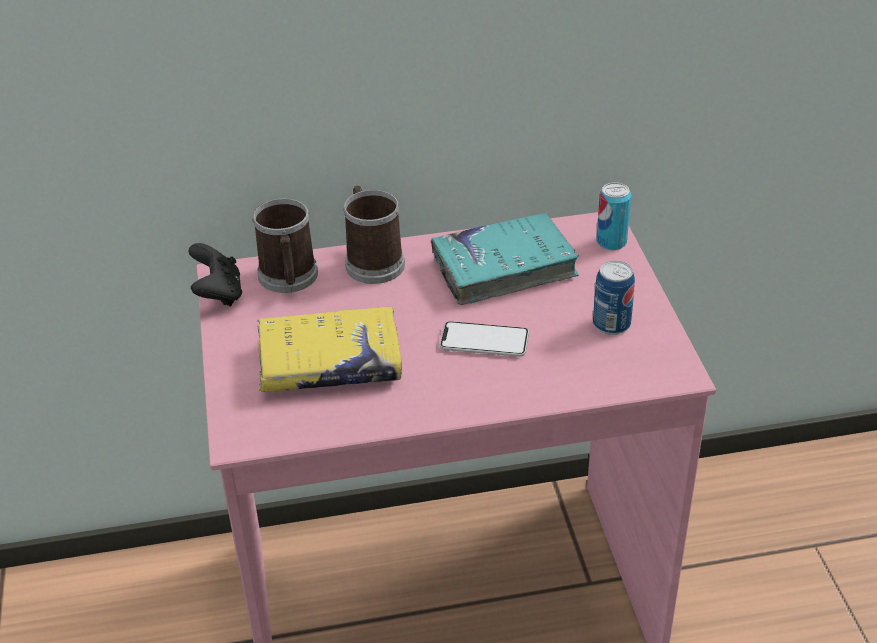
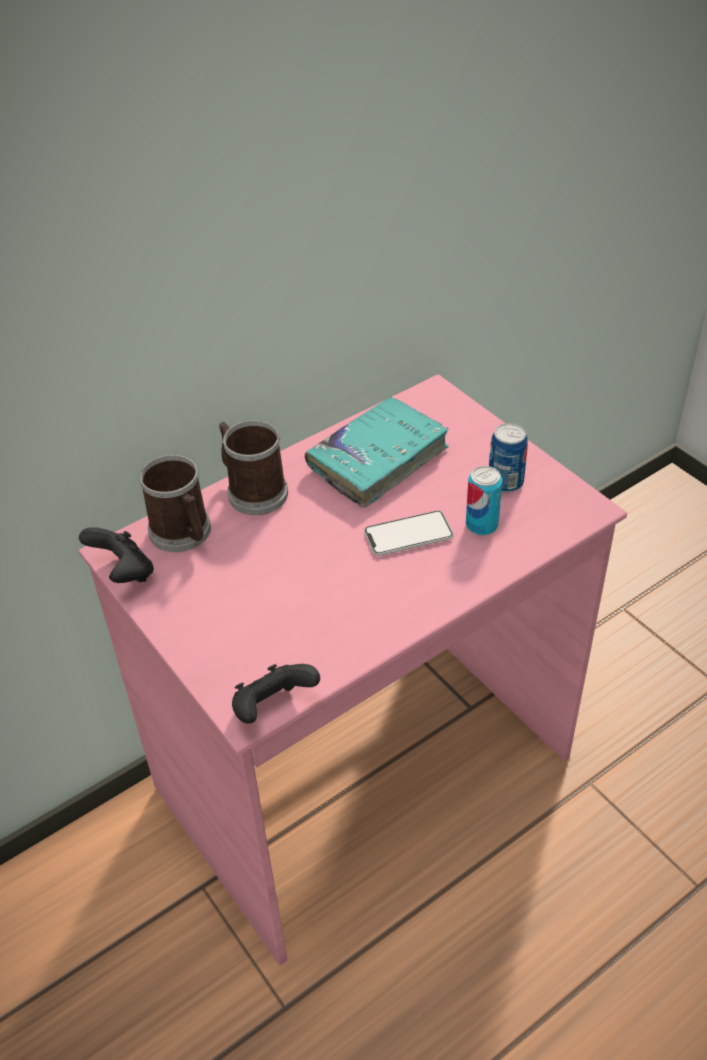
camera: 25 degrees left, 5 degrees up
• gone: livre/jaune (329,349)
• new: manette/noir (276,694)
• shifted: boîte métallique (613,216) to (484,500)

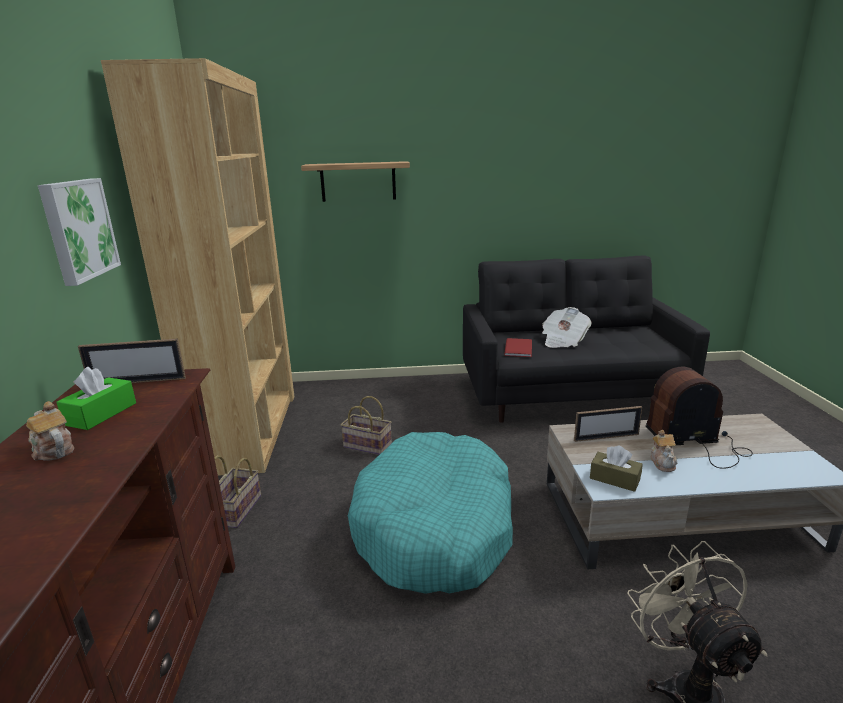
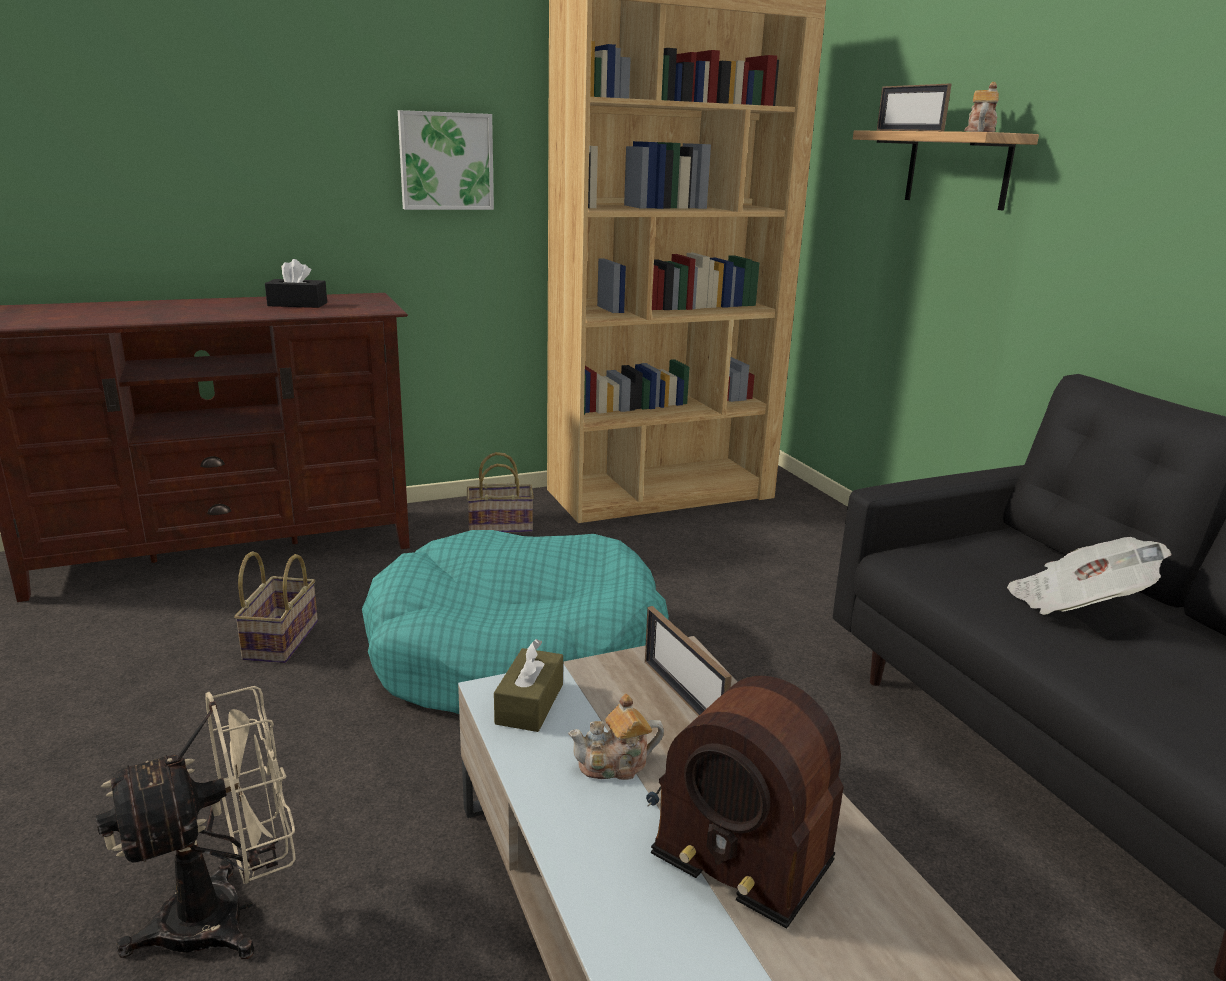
camera: 70 degrees right, 0 degrees up
• gone: livre/rouge (518,347)
• shifted: théière (50,431) to (981,107)
• shifted: cadre photo (132,361) to (914,107)
• shifted: panier (366,425) to (276,607)
• repainted: boîte à mouchoirs/vert (96,398) to boîte à mouchoirs/noir (296,283)
• rotated: radio (699,418) = (745,802) 150 degrees clockwise

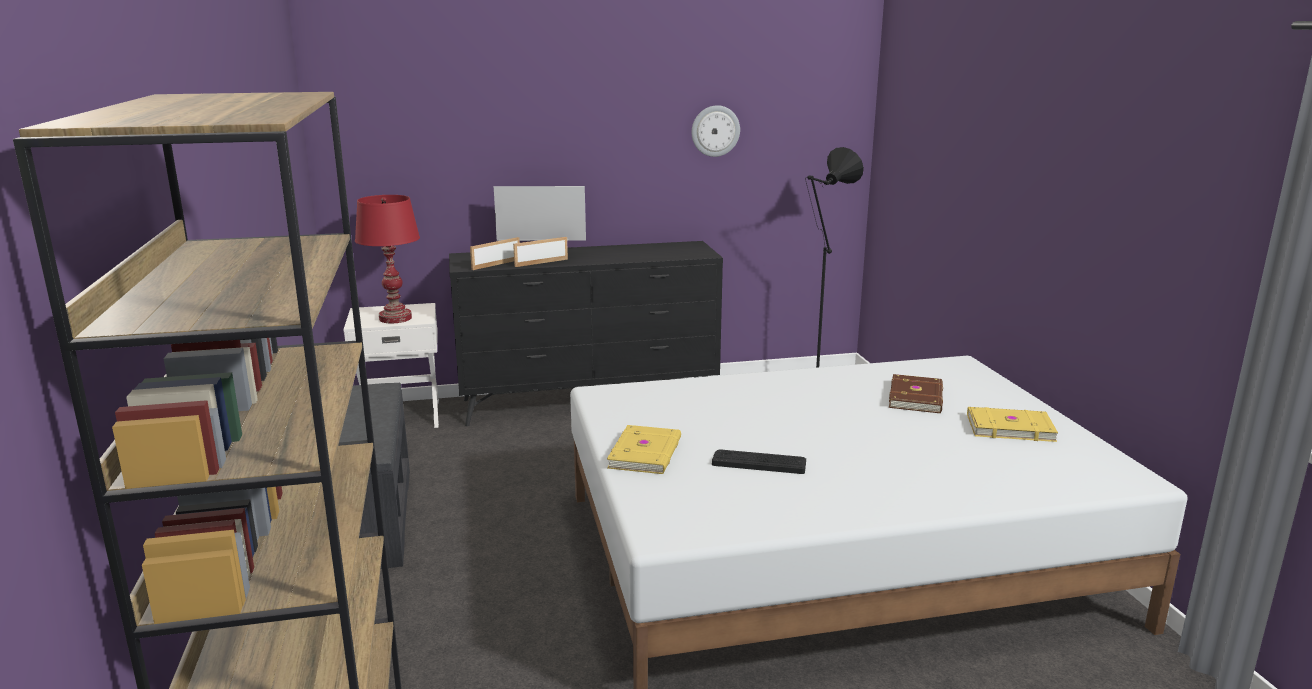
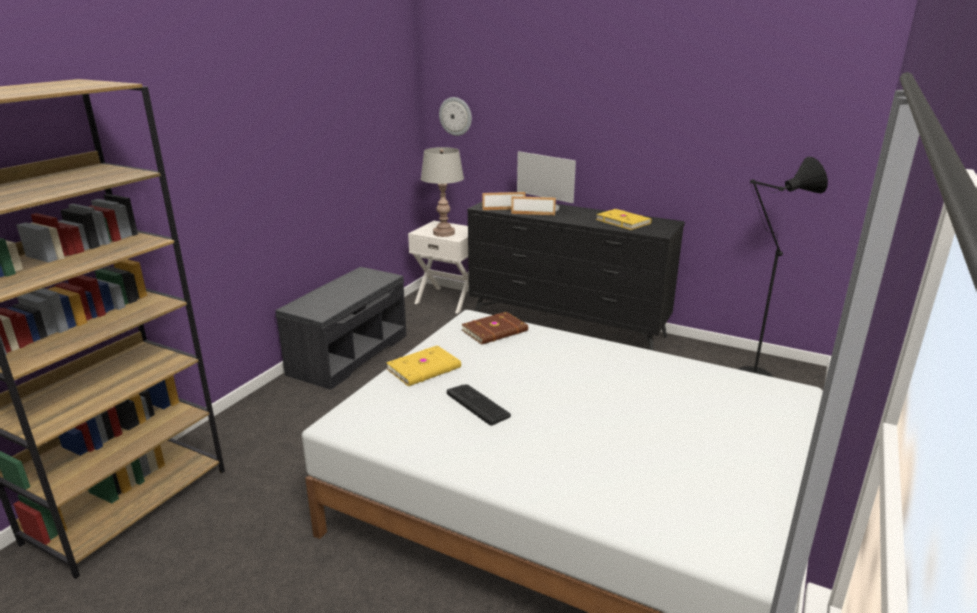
camera: 40 degrees right, 5 degrees up
• shifted: horloge murale (716,131) to (455,116)
• shifted: livre/marron (916,393) to (495,328)
• shifted: livre/jaune (1012,424) to (624,219)
• repainted: lampe de table/rouge (387,259) to lampe de table/gris (442,192)

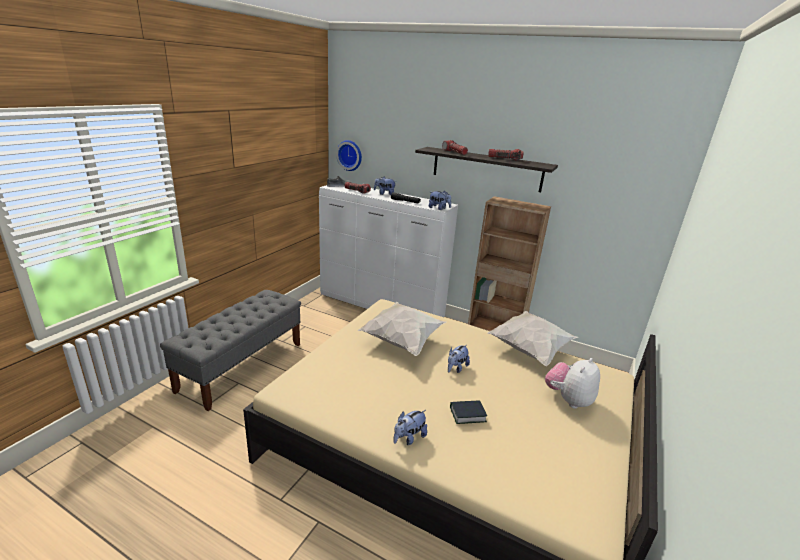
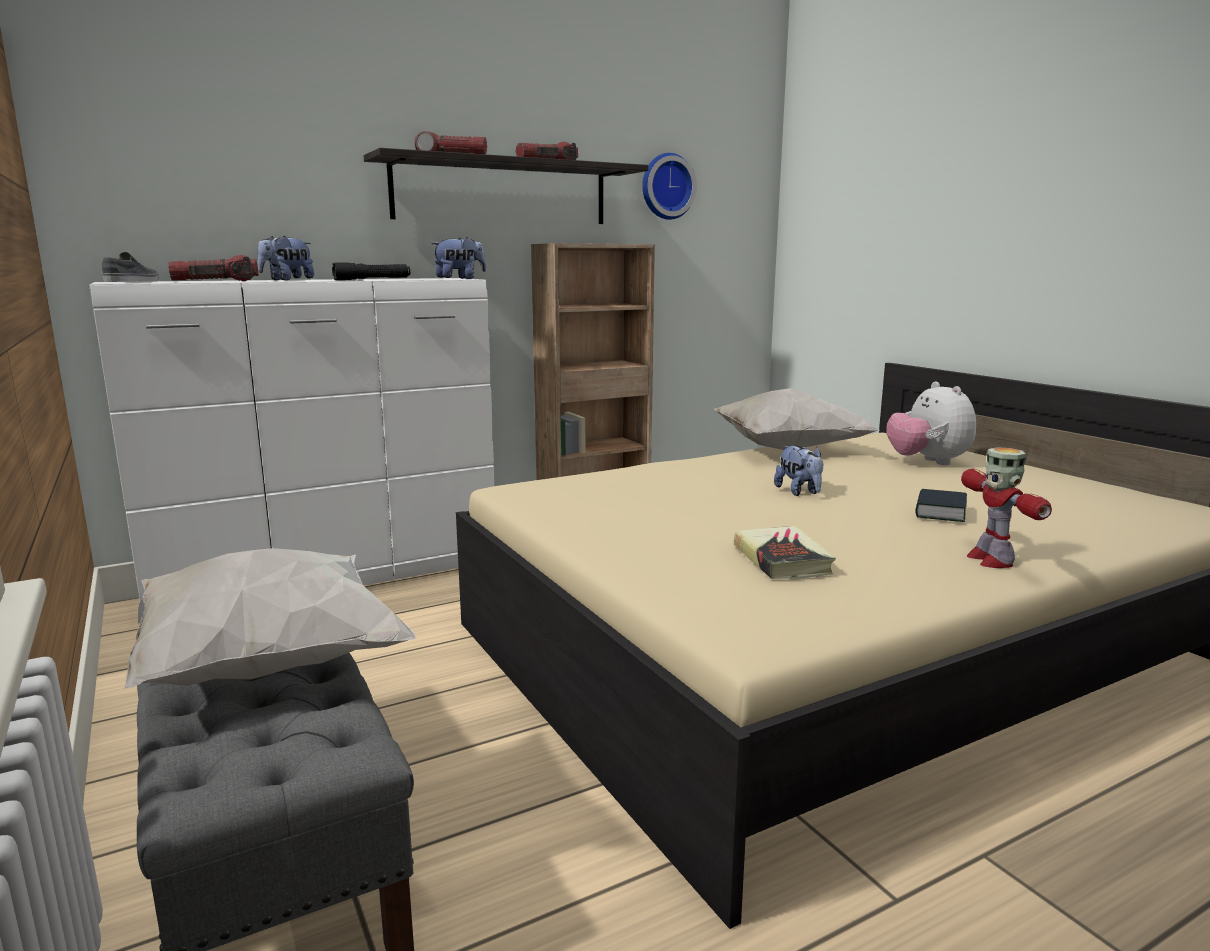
camera: 55 degrees left, 10 degrees down
• new: livre (785,552)
• shifted: horloge murale (349,155) to (669,186)
• shifted: coussin/blanc (401,329) to (270,618)
• swapped: peluche (410,427) to robot jouet (1006,507)

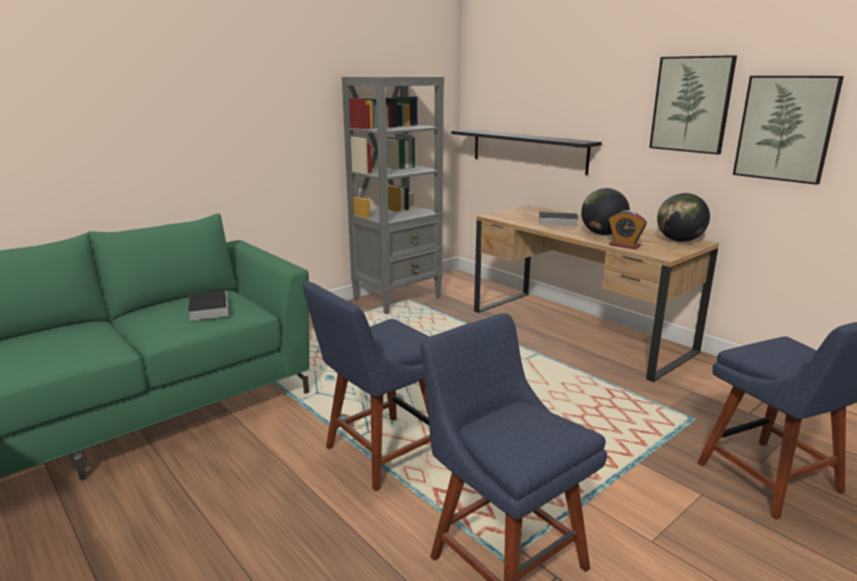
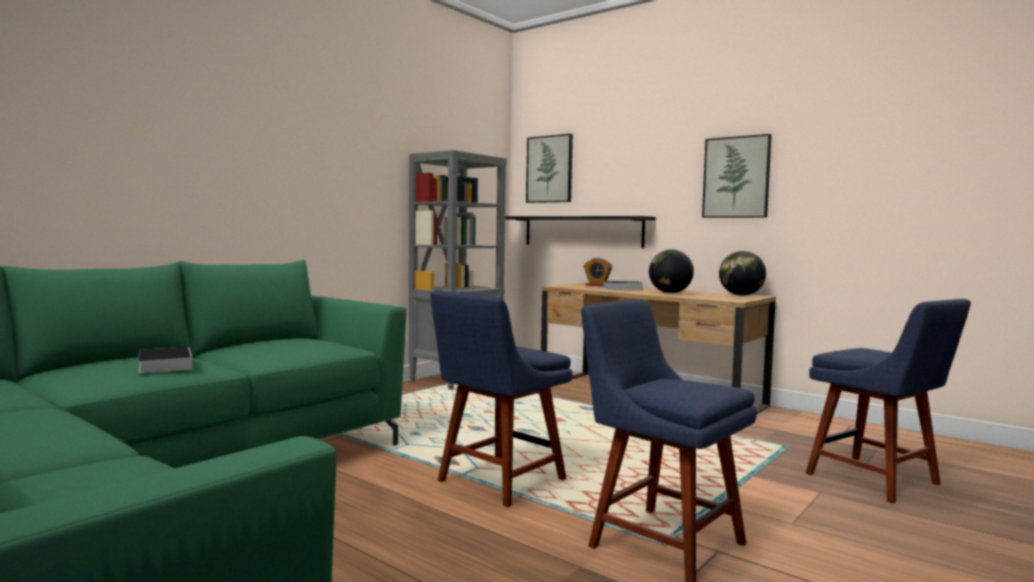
camera: 10 degrees left, 15 degrees down
• shifted: livre (208,306) to (165,360)
• shifted: réveil (628,229) to (598,272)
• shifted: tableau (788,130) to (549,168)

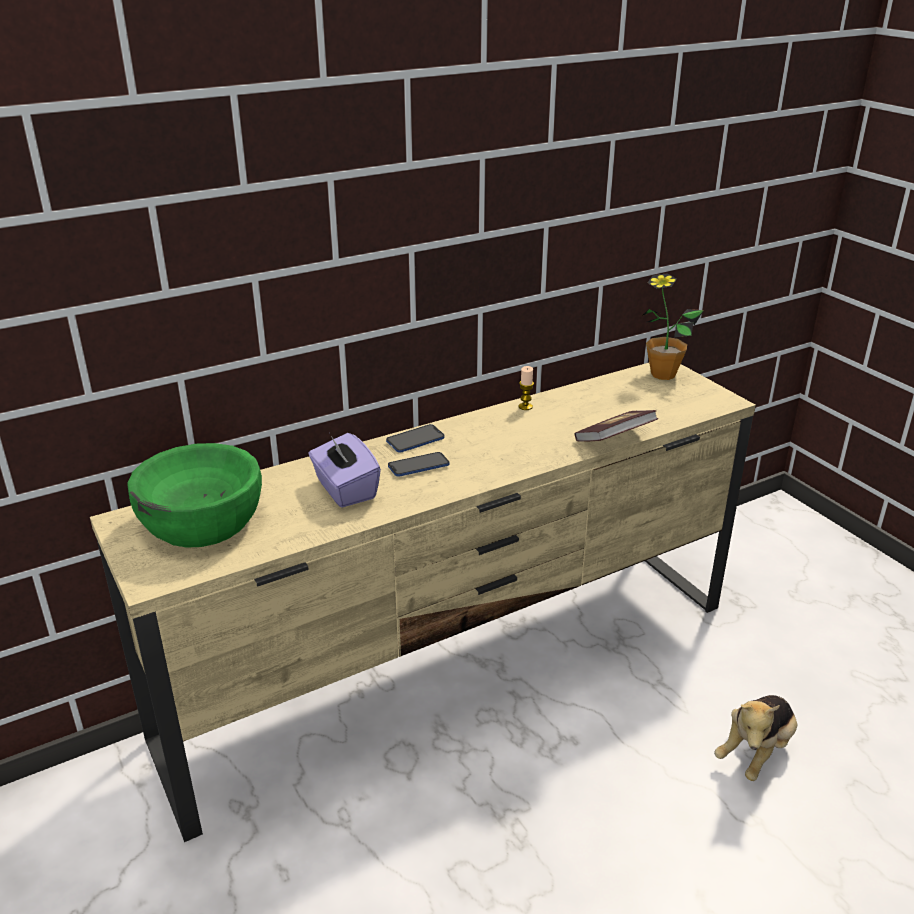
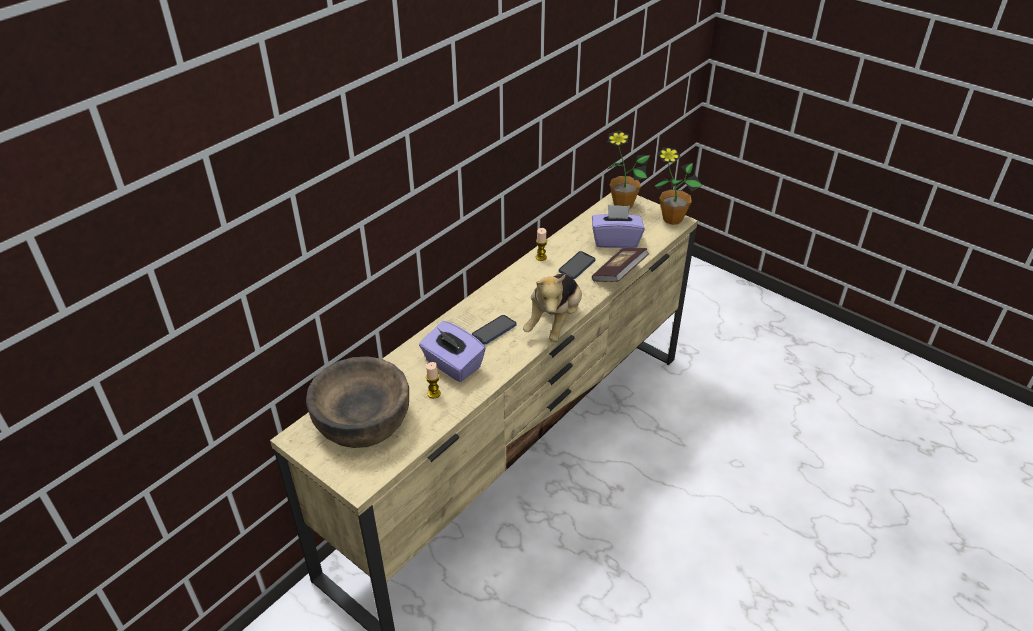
camera: 20 degrees left, 10 degrees up
• new: bougie (433,380)
• new: boîte à mouchoirs/violet (618,226)
• new: plante en pot (678,186)
• shifted: téléphone (415,438) to (577,265)
• shifted: peluche (755,738) to (552,308)
• repainted: bol/vert (194,495) to bol/marron (357,402)

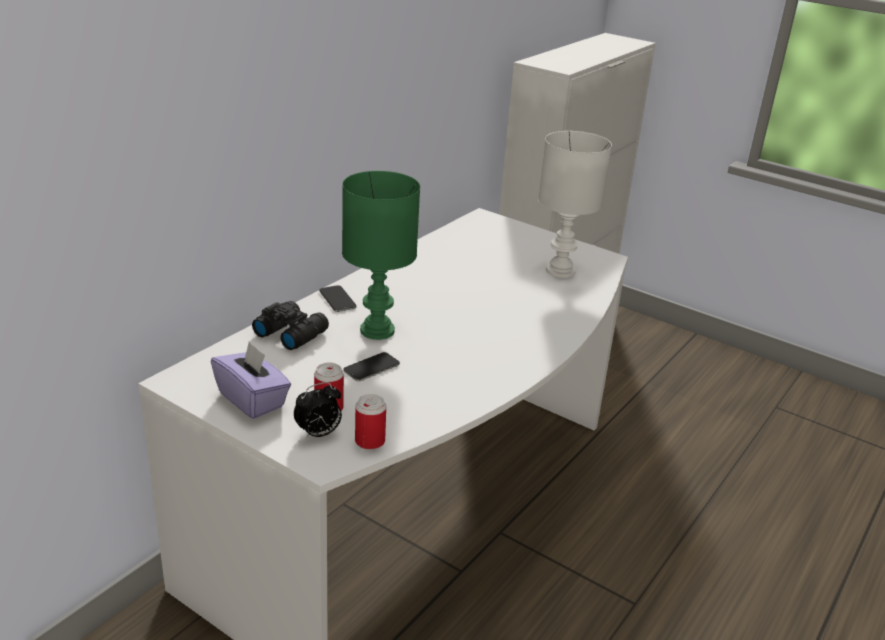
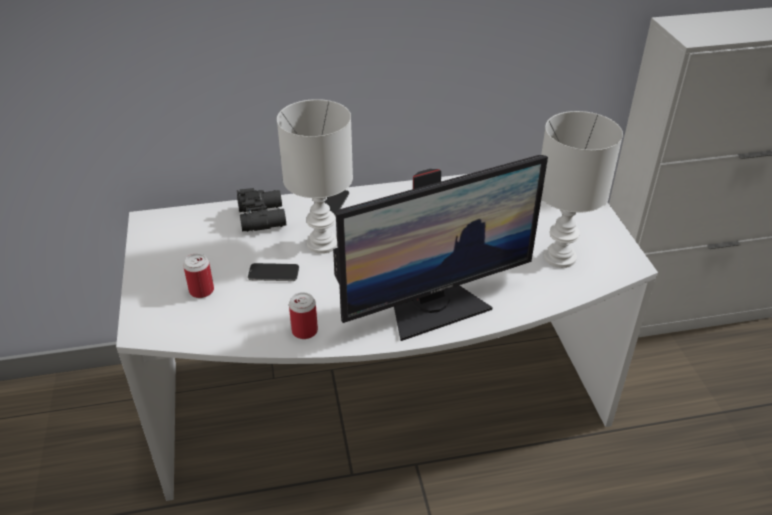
camera: 45 degrees right, 10 degrees up
• gone: boîte à mouchoirs/violet (251,380)
• gone: réveil (318,411)
• new: écran d'ordinateur (440,248)
• shifted: boîte métallique (370,422) to (303,315)
• repainted: lampe de table/vert (381,255) to lampe de table/blanc (315,176)

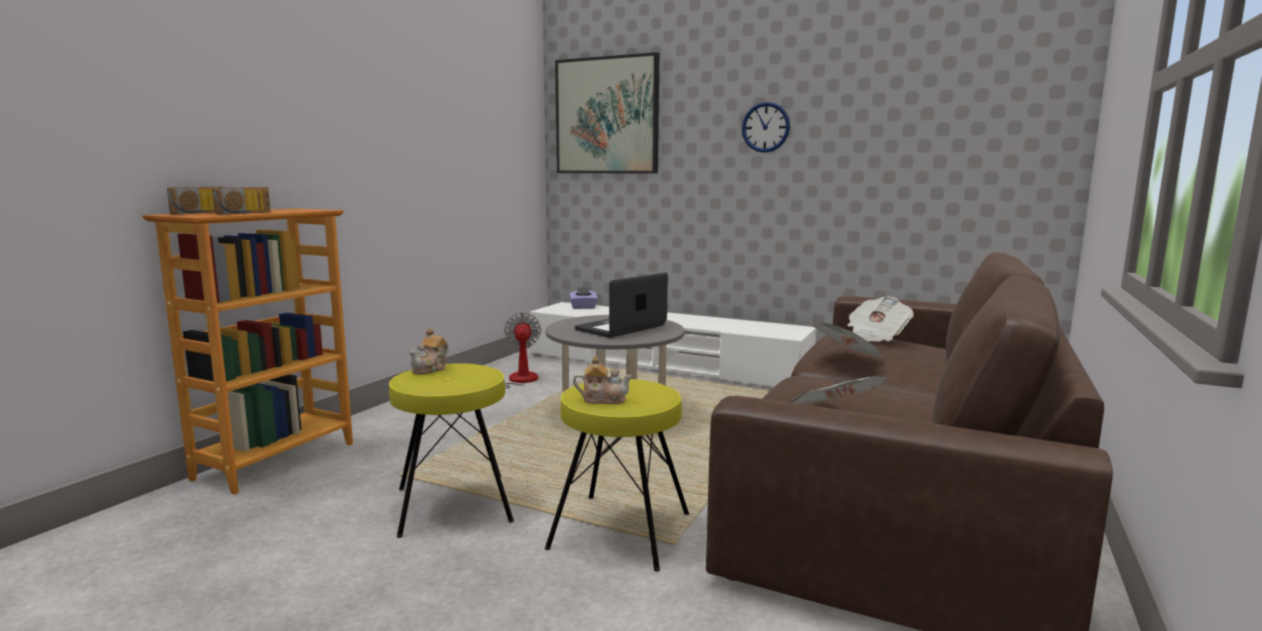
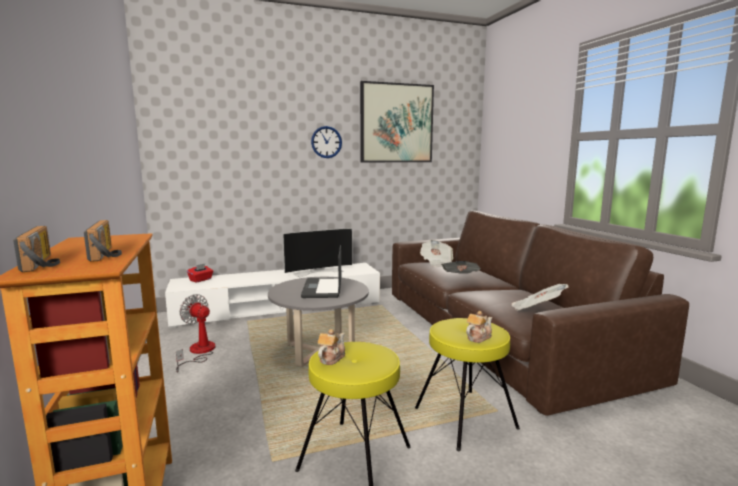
camera: 45 degrees left, 0 degrees up
• new: téléviseur (317,252)
• shifted: tableau (607,113) to (397,121)
• repainted: boîte à mouchoirs/violet (583,298) to boîte à mouchoirs/rouge (200,273)
• rotated: théière (429,351) = (331,347) 135 degrees counterclockwise

